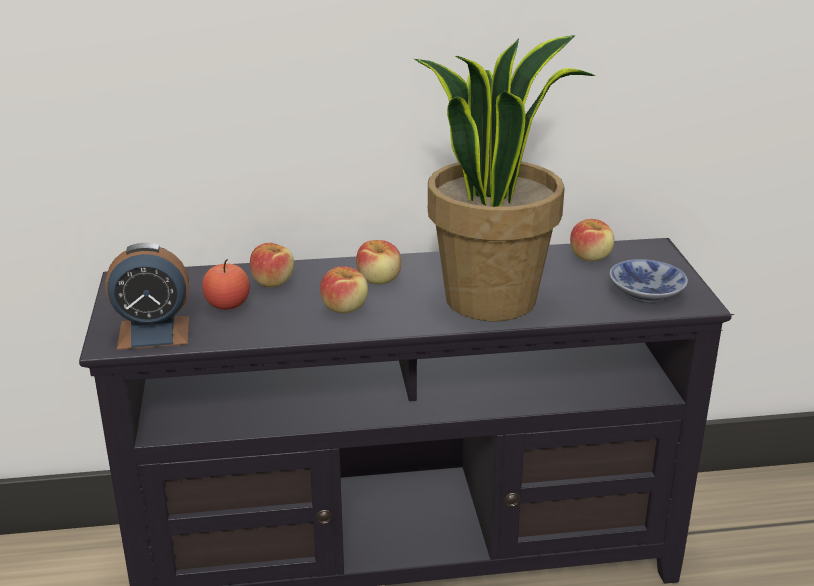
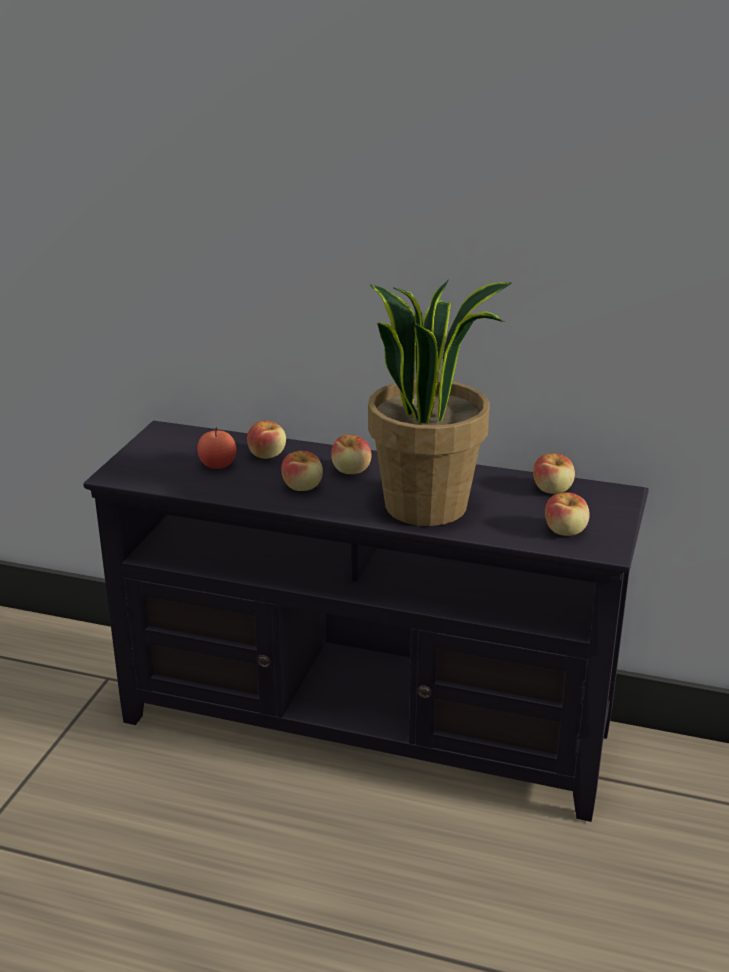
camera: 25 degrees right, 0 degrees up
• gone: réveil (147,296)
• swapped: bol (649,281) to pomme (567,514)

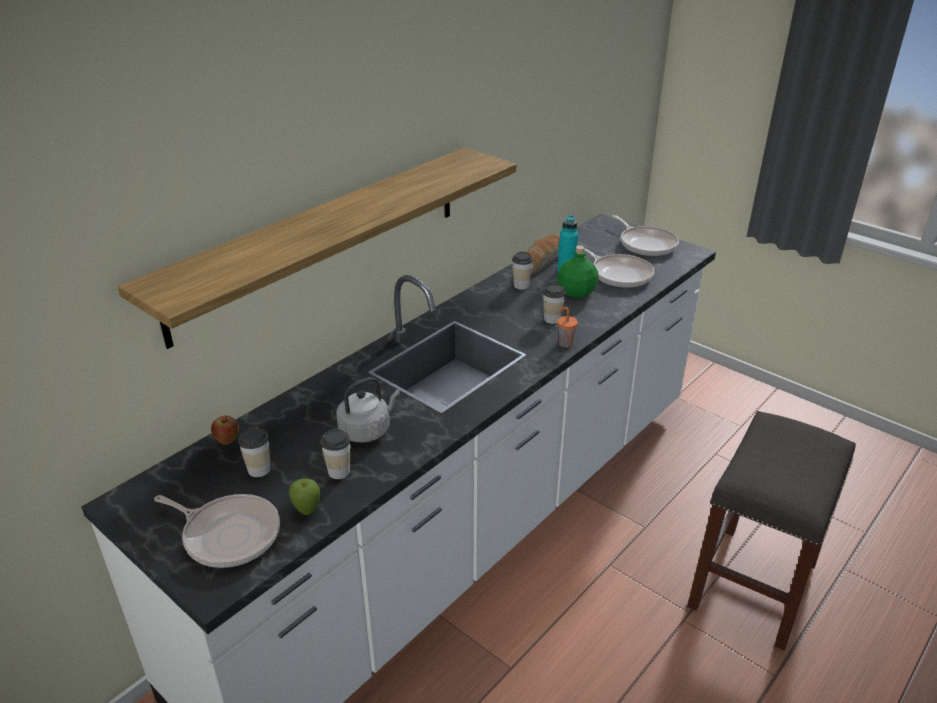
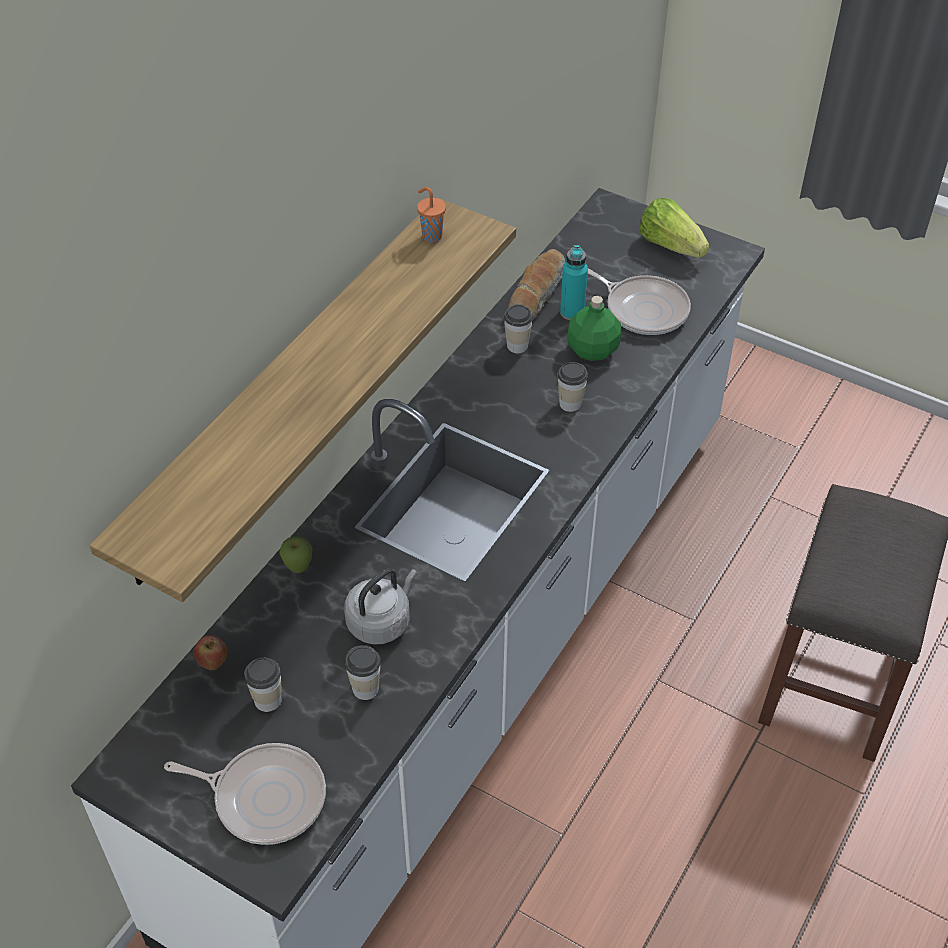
camera: 10 degrees left, 15 degrees up
• shifted: pomme (304,496) to (296,554)
• shifted: tasse/orange (567,327) to (431,214)
• swapped: poêle (646,235) to laitue (674,228)

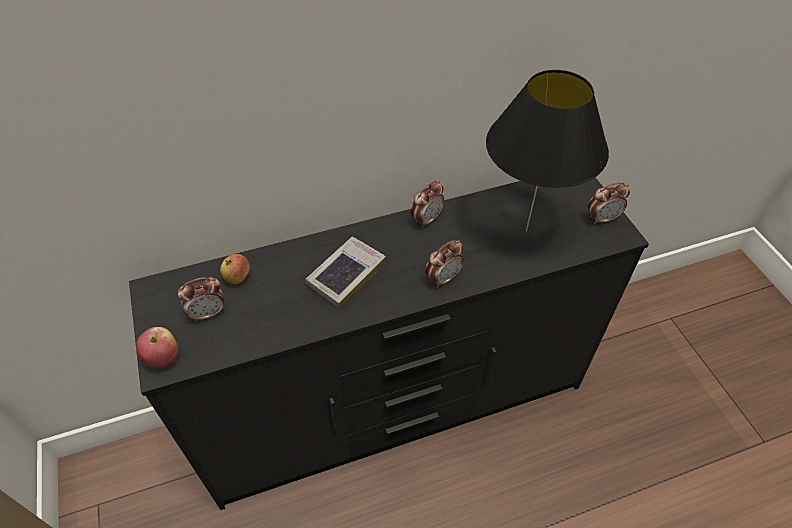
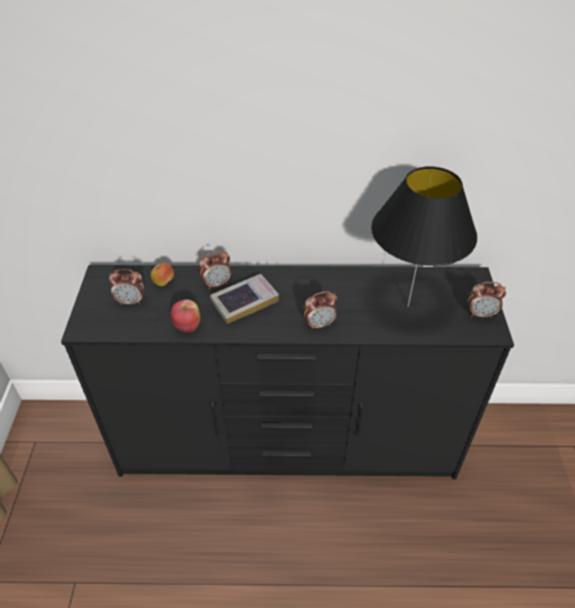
camera: 20 degrees right, 5 degrees down
• shifted: pomme (157,347) to (185,315)
• shifted: réveil (427,204) to (215,269)

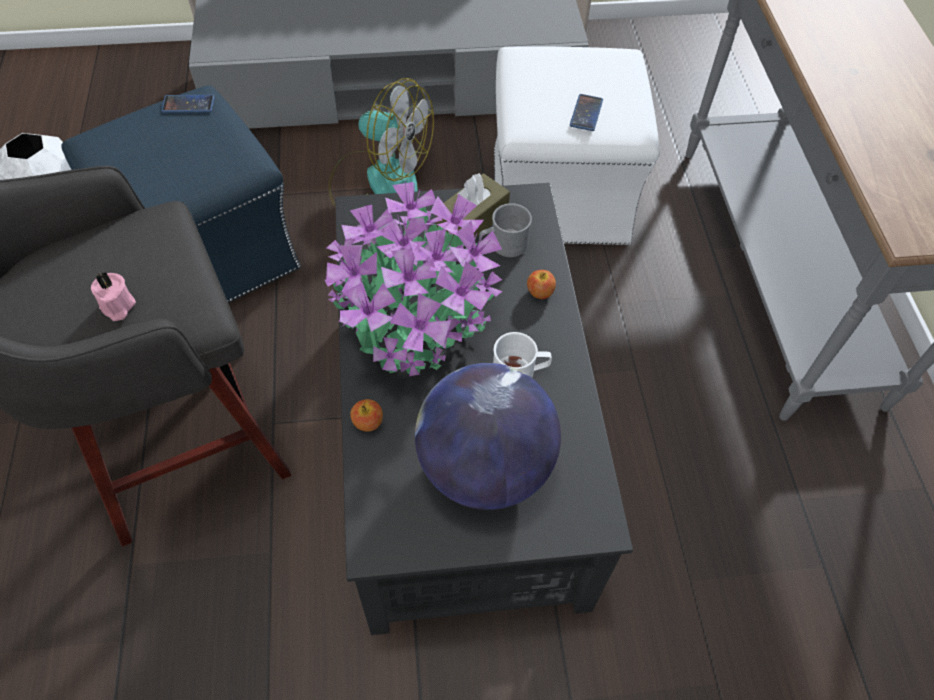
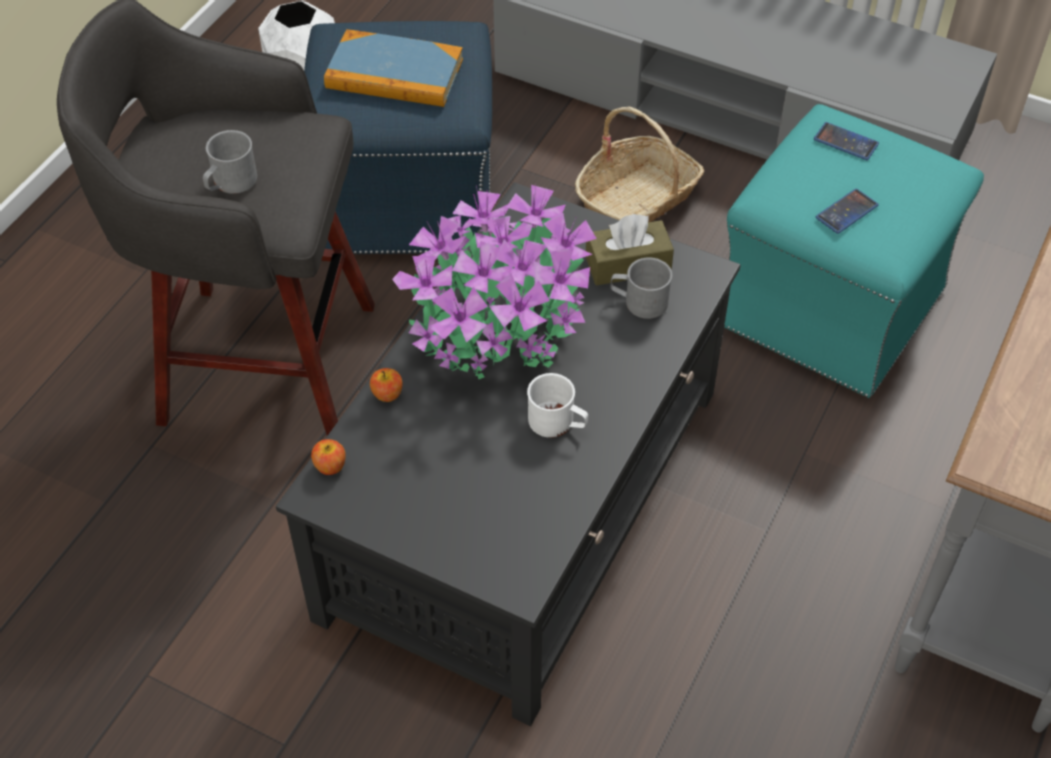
camera: 35 degrees right, 5 degrees down
• gone: globe (488,436)
• new: livre (393,68)
• shifted: téléphone (188,104) to (846,141)
• shifted: pomme (541,284) to (328,457)
• swapped: bougie/rose (113,296) to mug/gris (230,162)
• swapped: ventilateur (381,142) to panier (639,164)
• repainted: pouf/blanc (577,145) to pouf/turquoise (854,251)

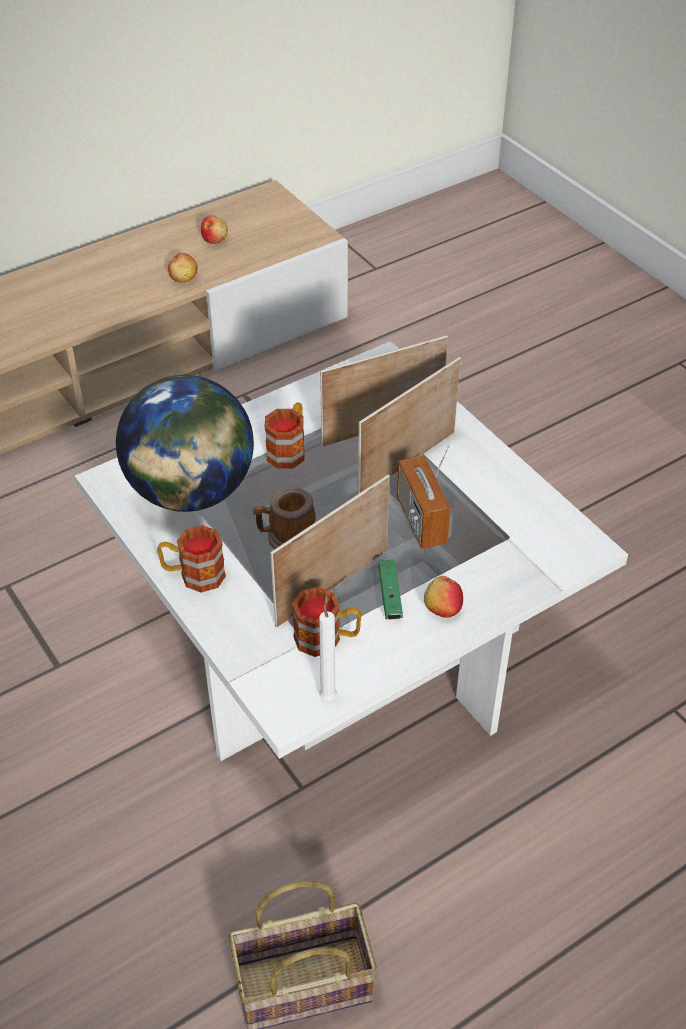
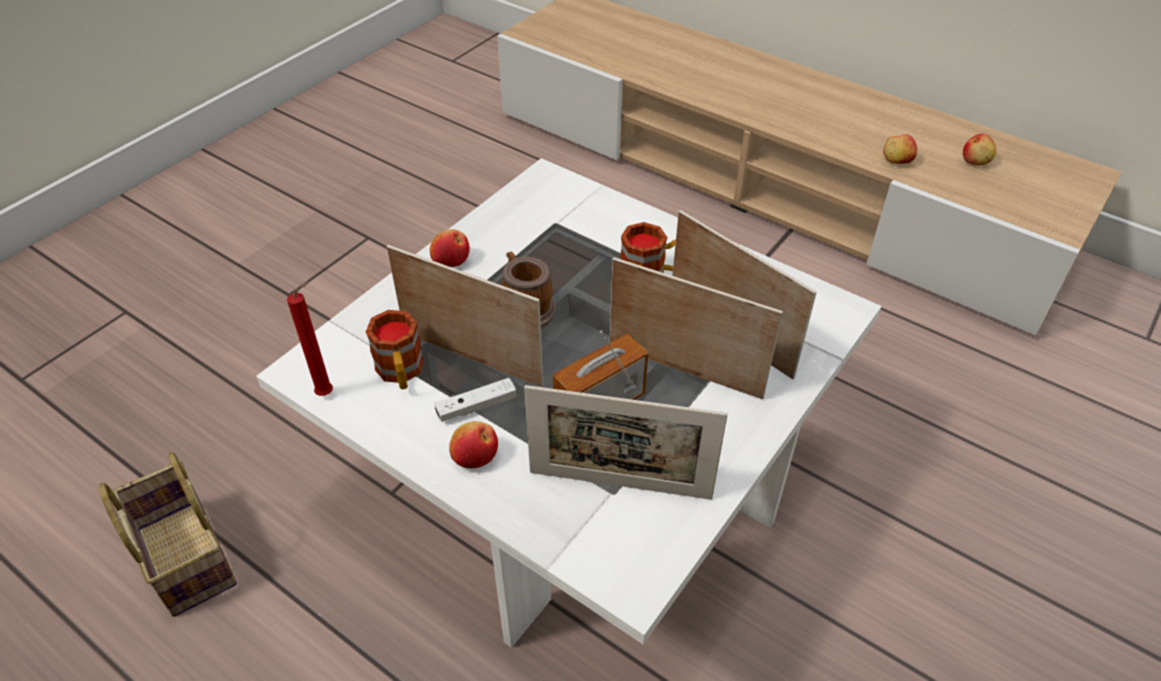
camera: 70 degrees right, 0 degrees up
• gone: globe (185,443)
• new: cadre photo (626,442)
• swapped: mug (191,558) to pomme (450,248)
• repainted: bougie/blanc (328,648) to bougie/rouge (310,338)
• repainted: manette/vert (390,590) to manette/blanc (475,400)

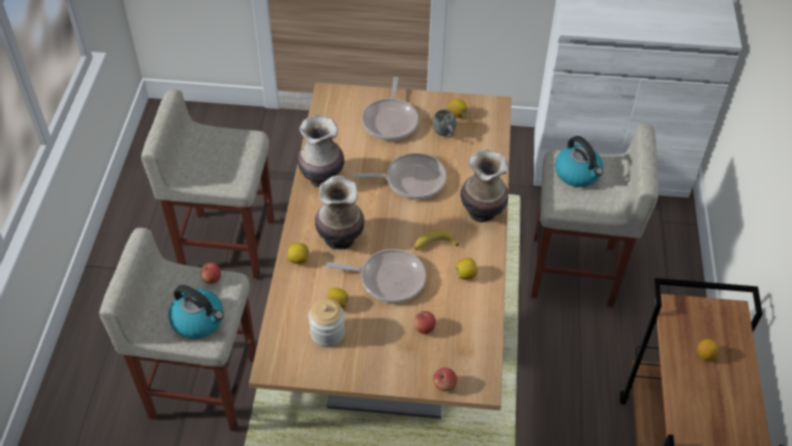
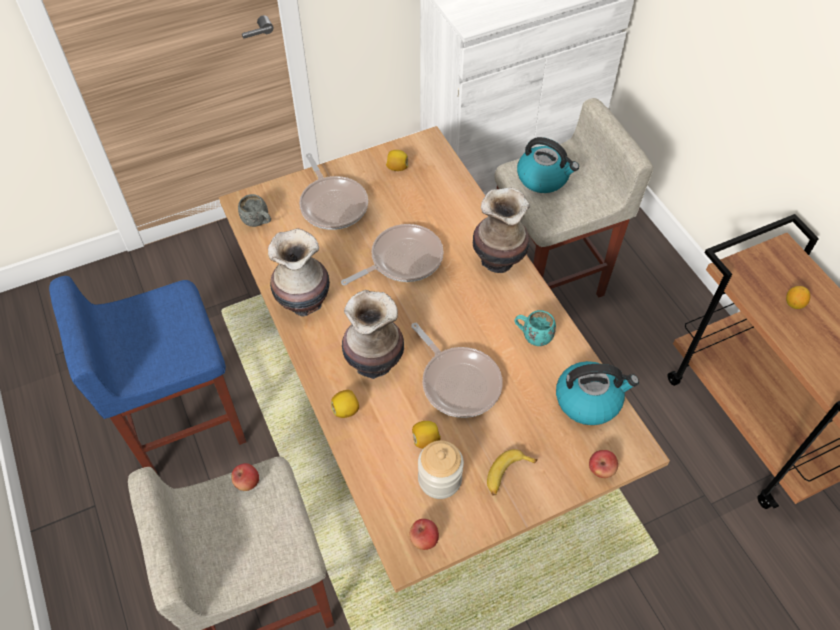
camera: 30 degrees left, 5 degrees up
• shifted: bouilloire (196,312) to (597,393)
• shifted: banane (436,240) to (512,472)
• shifted: pomme (425,322) to (424,534)
• shifted: mug/gris (444,122) to (254,210)
• swapped: citron (466,269) to mug/turquoise (535,328)
• repainted: tabouret/beige (207,184) to tabouret/bleu (147,374)
• rotated: poêle (376,276) = (456,370) 75 degrees clockwise

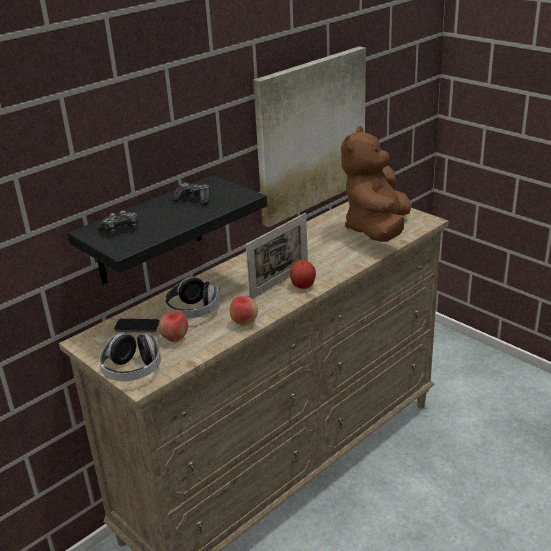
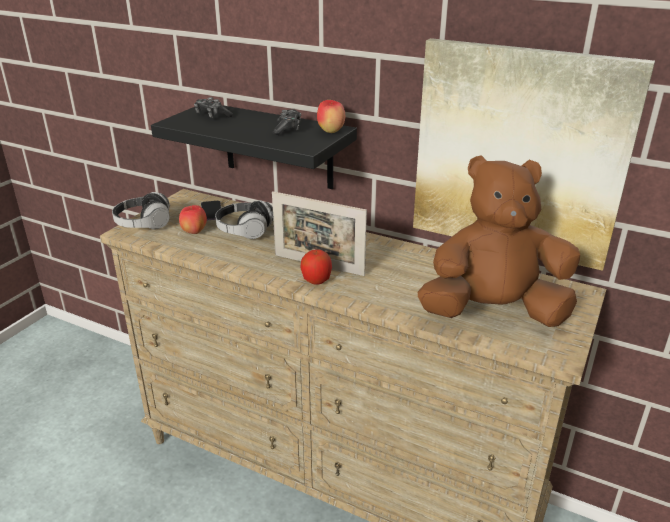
camera: 70 degrees right, 0 degrees up
• shifted: pomme (244,311) to (331,116)

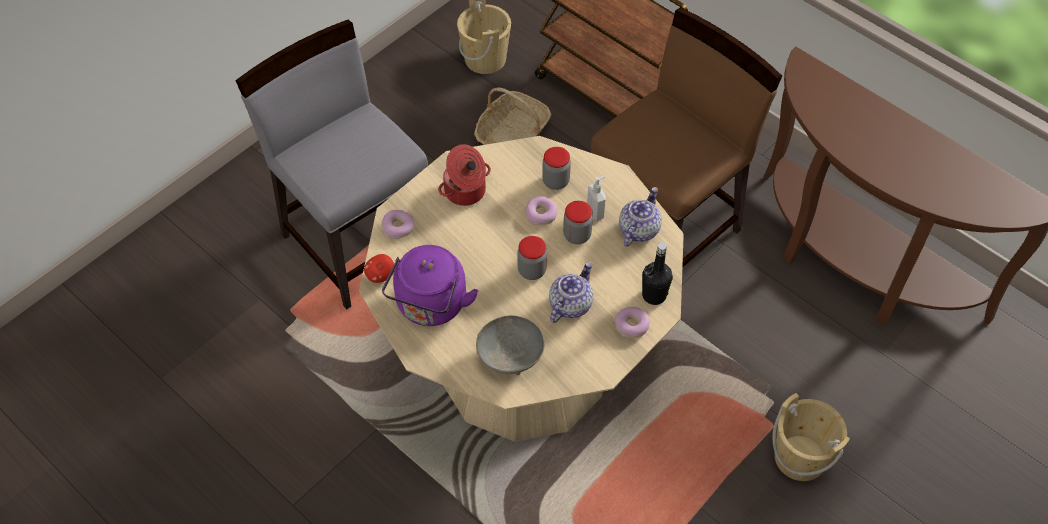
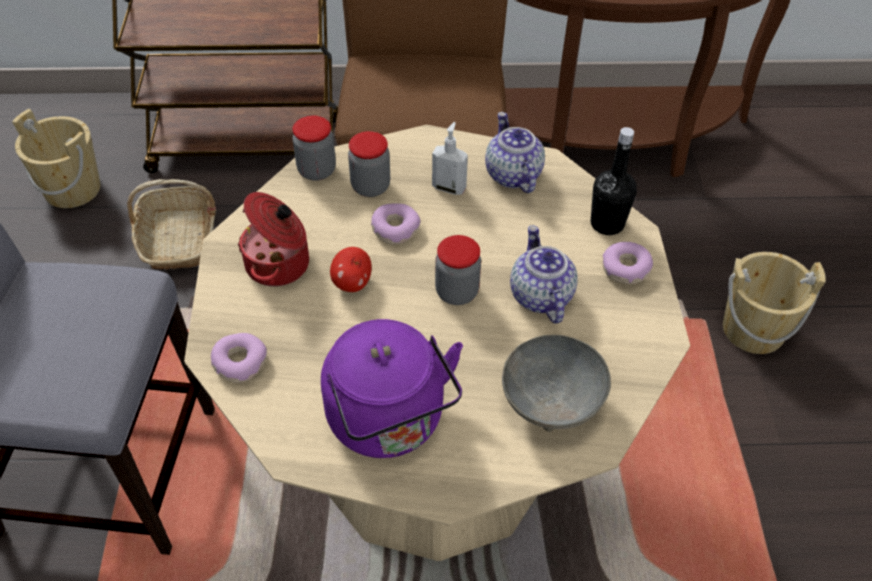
camera: 45 degrees left, 5 degrees down
• shifted: pomme (379,268) to (351,269)
• shifted: bocal (578,222) to (314,148)

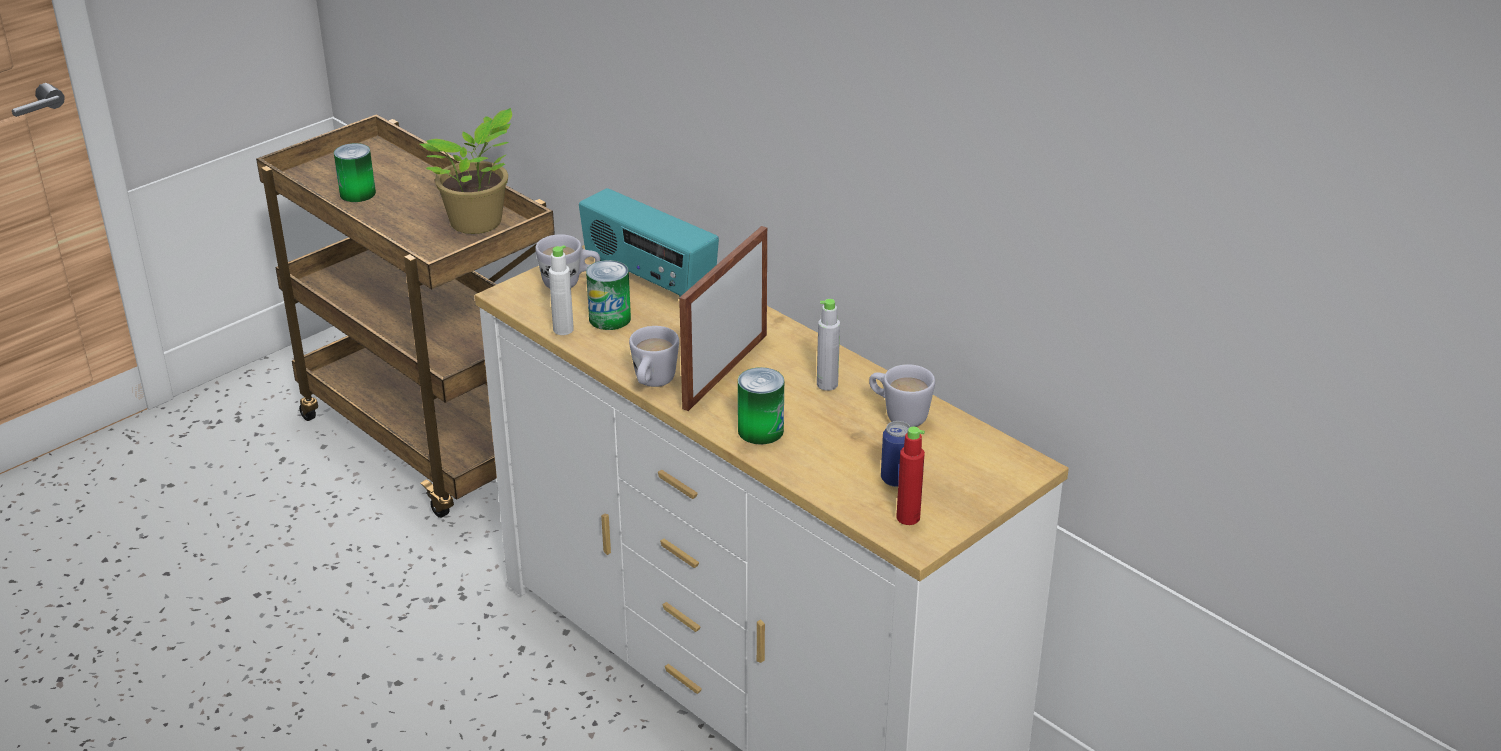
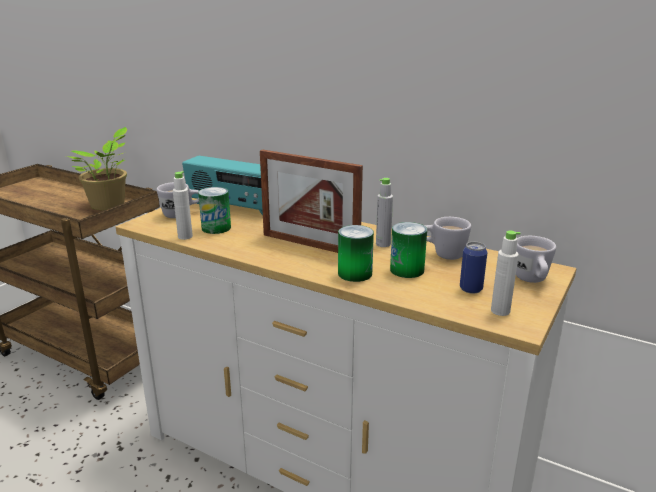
camera: 15 degrees left, 10 degrees down
• shifted: boîte métallique (355,172) to (408,250)
• shifted: mug/blanc (654,356) to (536,259)
• repainted: bouteille/rouge (910,476) to bouteille/blanc (505,273)
• rotated: cadre photo (723,318) = (311,201) 75 degrees counterclockwise

